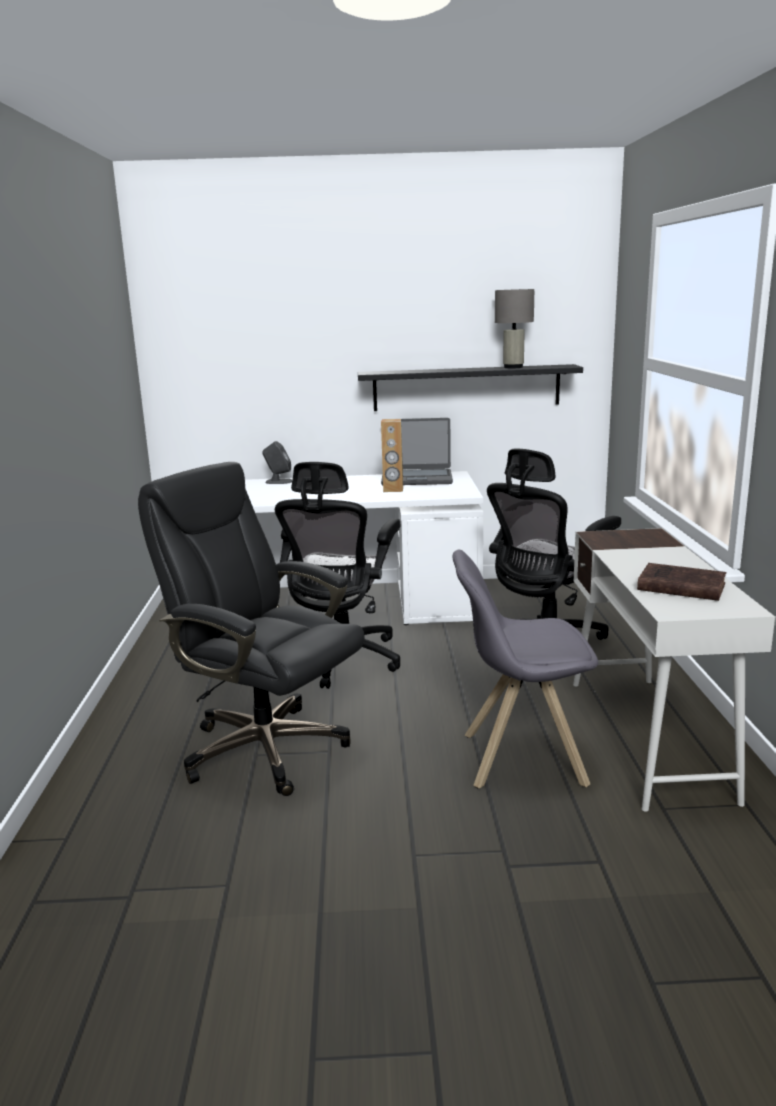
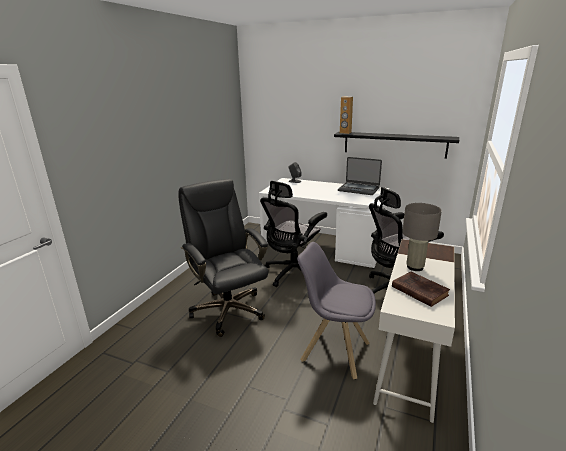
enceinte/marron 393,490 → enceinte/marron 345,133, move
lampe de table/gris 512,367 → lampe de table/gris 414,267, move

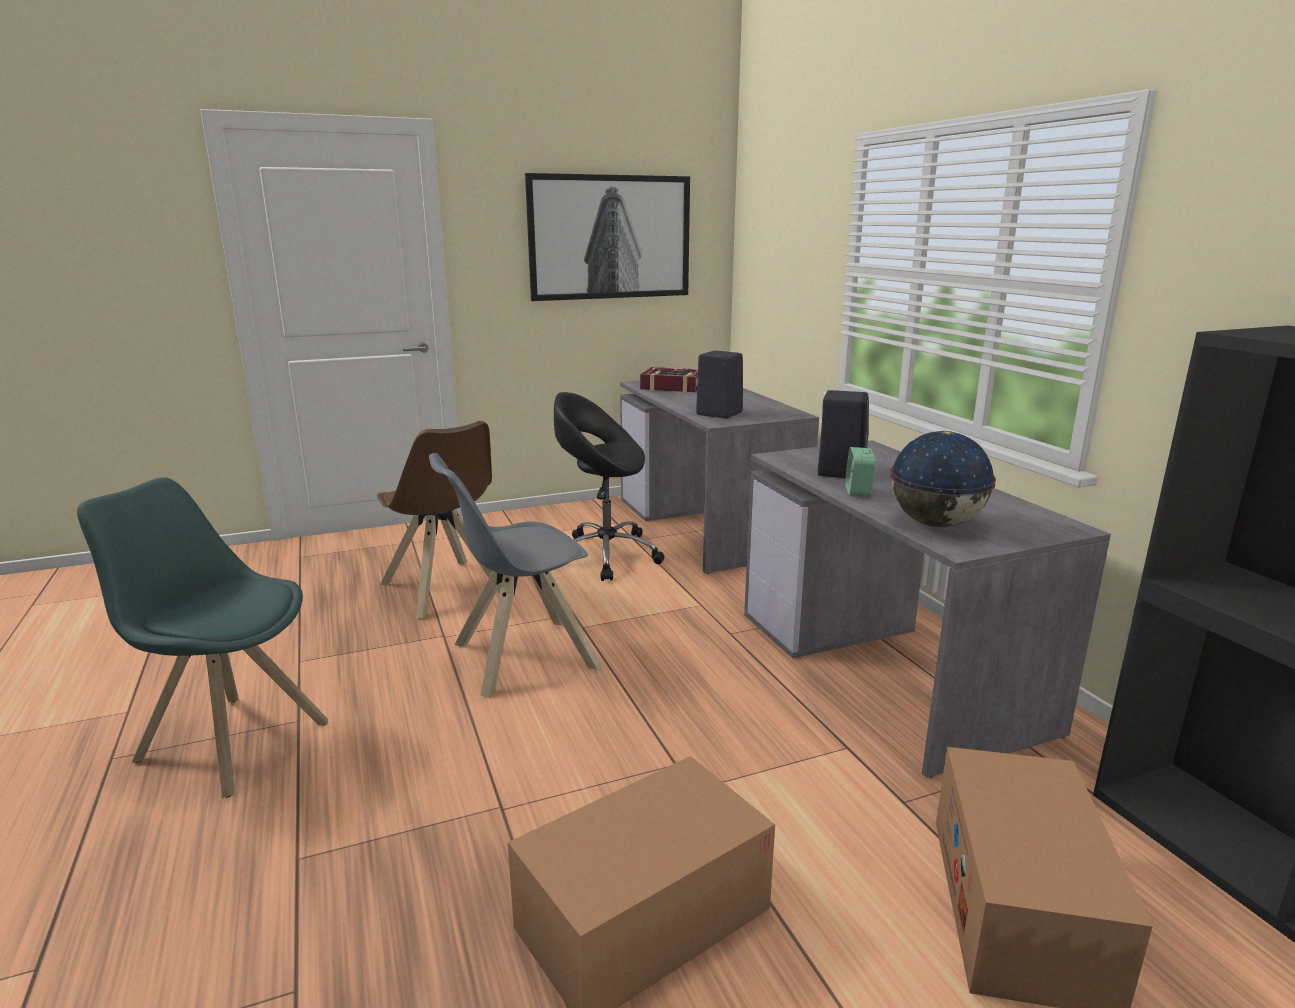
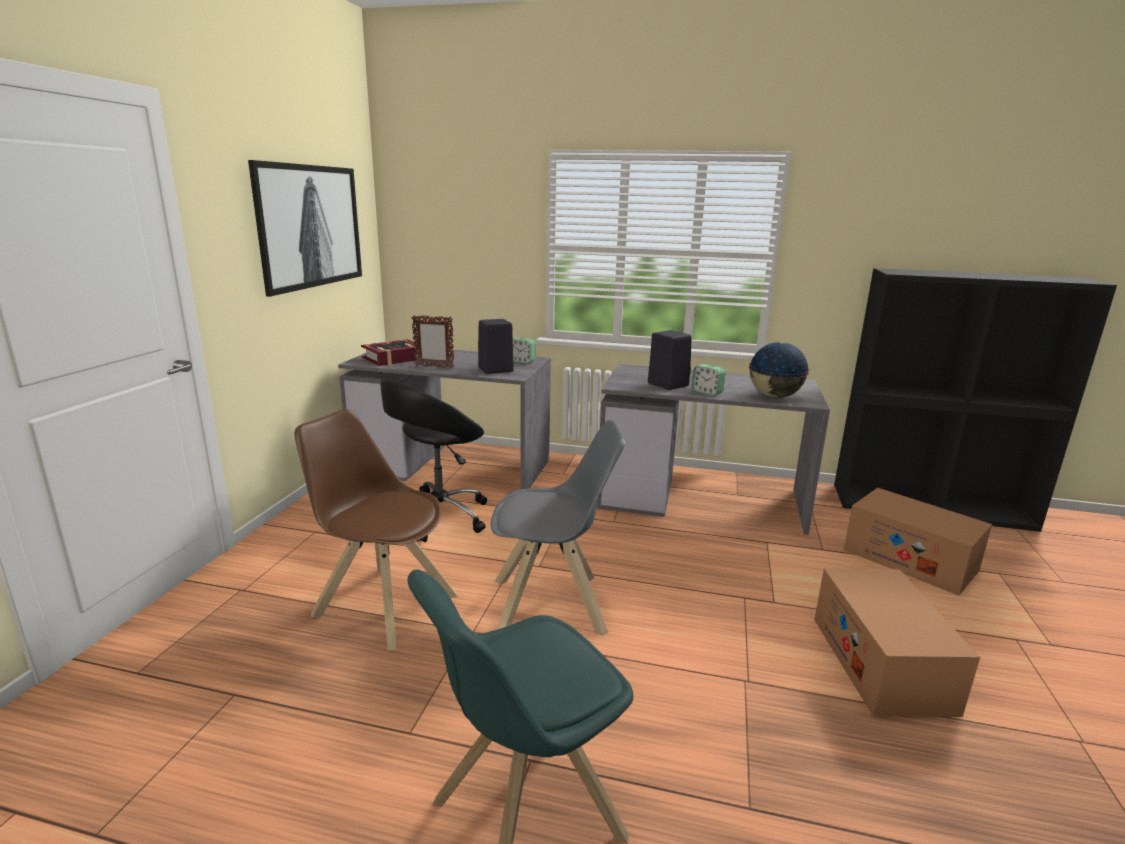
chaise/marron 445,590 → chaise/marron 383,604, 150 degrees counterclockwise
- → cadre photo 434,367
chaise/gris 521,657 → chaise/gris 552,606, 105 degrees counterclockwise
- → réveil 521,361

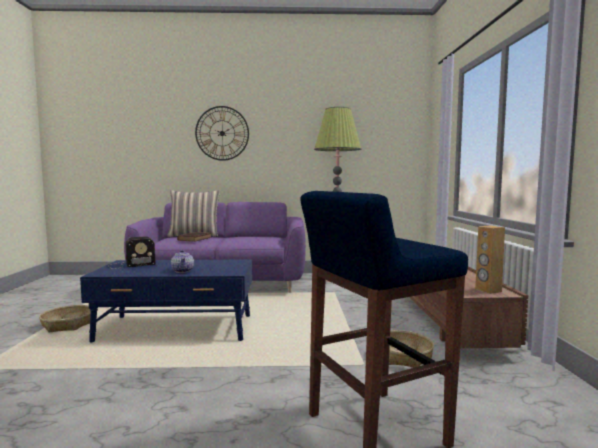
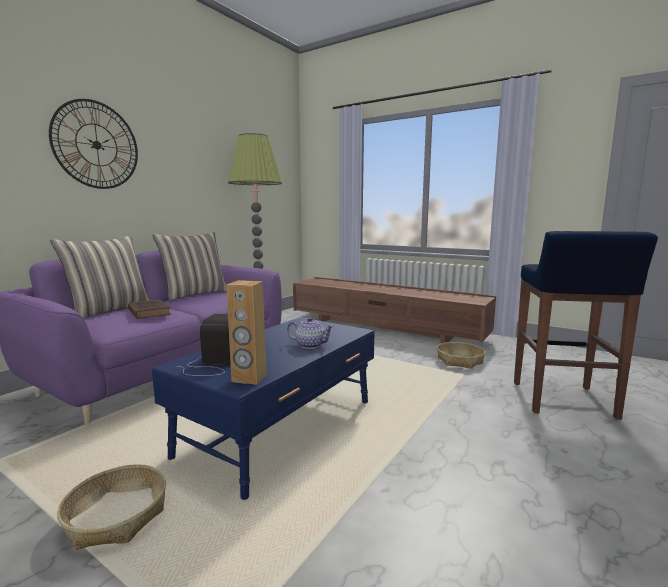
- → coussin 195,294
enceinte/marron 488,290 → enceinte/marron 249,378, move

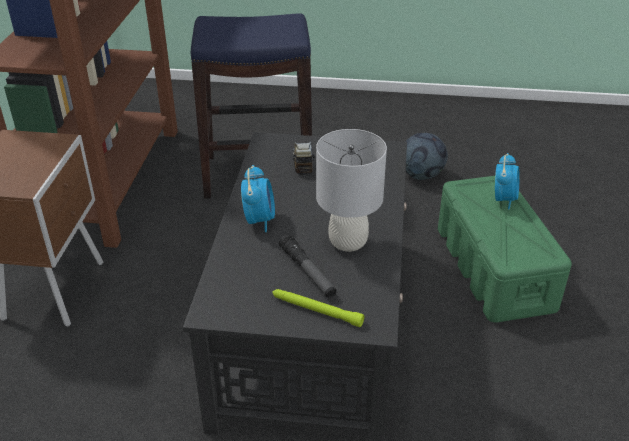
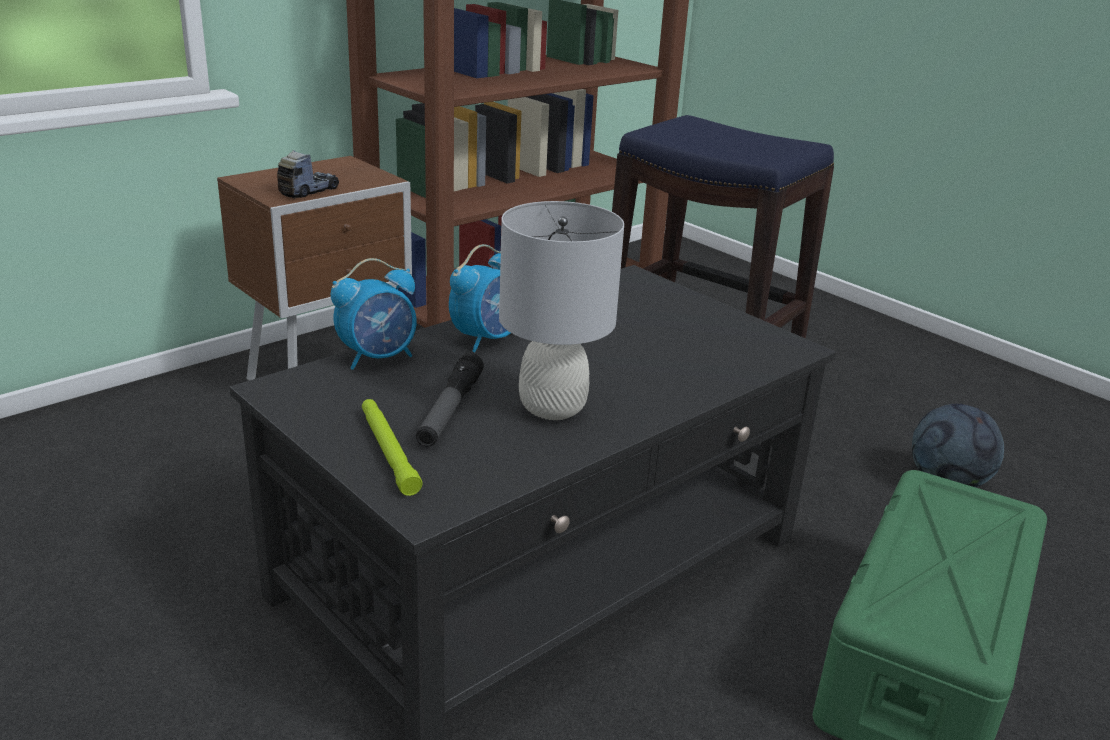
camion jouet 302,164 → camion jouet 308,191, move
réveil 504,199 → réveil 378,357, move

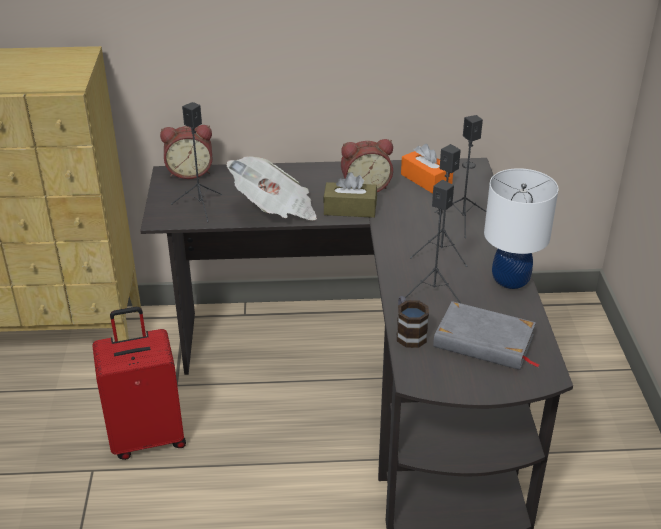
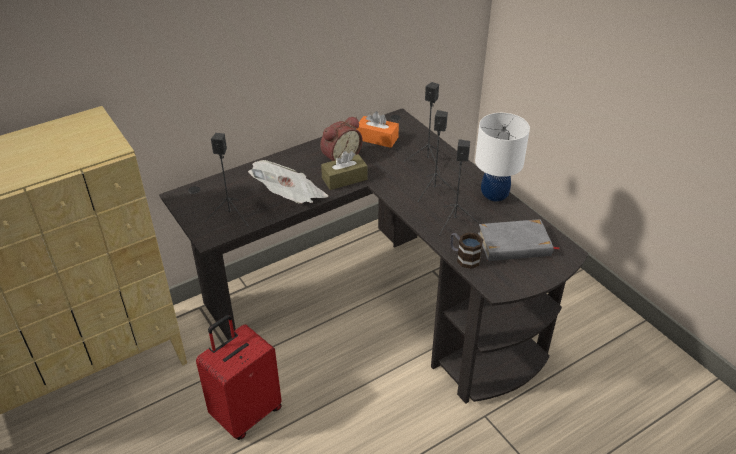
réveil 190,172 → -

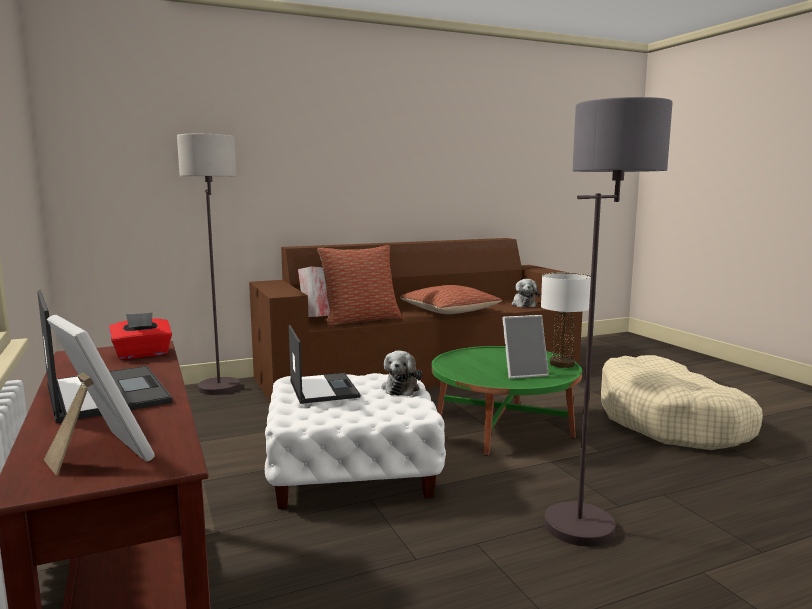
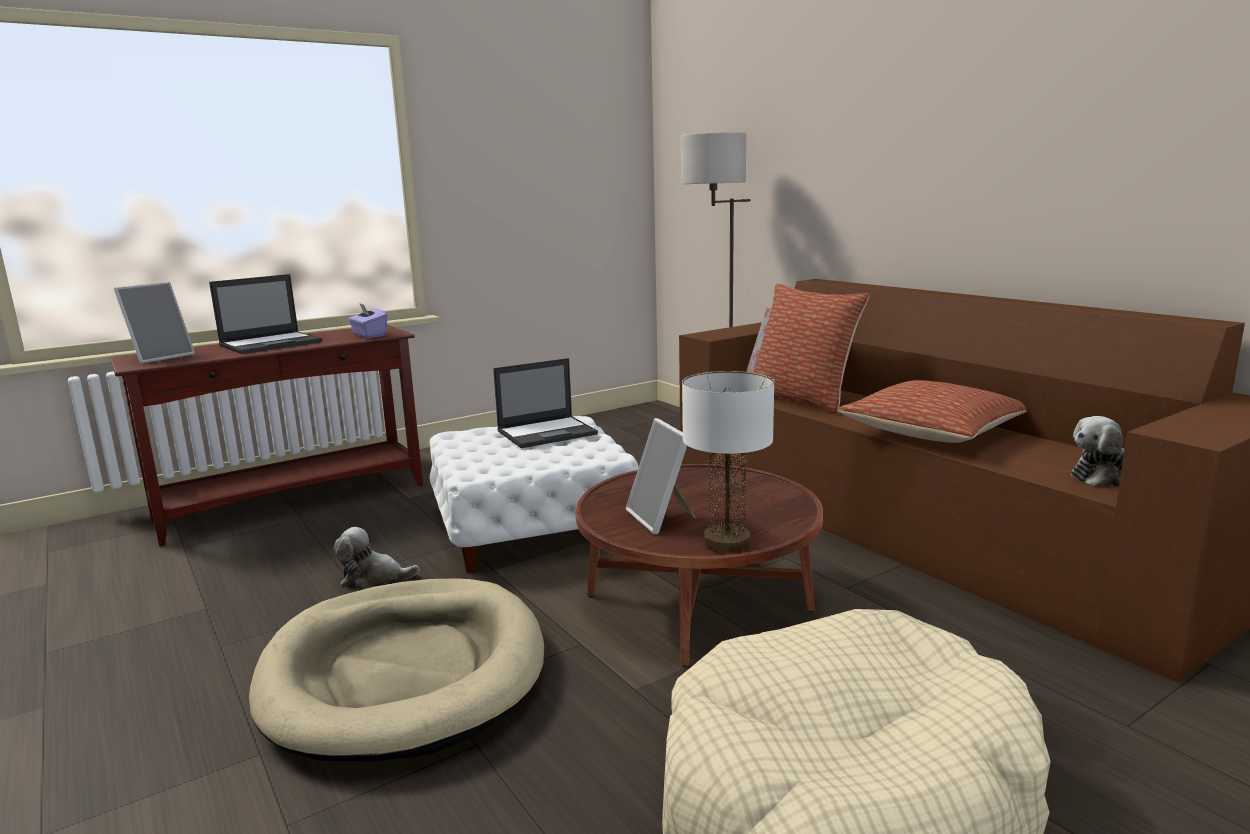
lampadaire/gris 590,519 → panier pour chien/beige 404,672
peluche 401,388 → peluche 373,578, move
boîte à mouchoirs/rouge 142,354 → boîte à mouchoirs/violet 369,335
table basse/vert 503,427 → table basse/marron 698,602

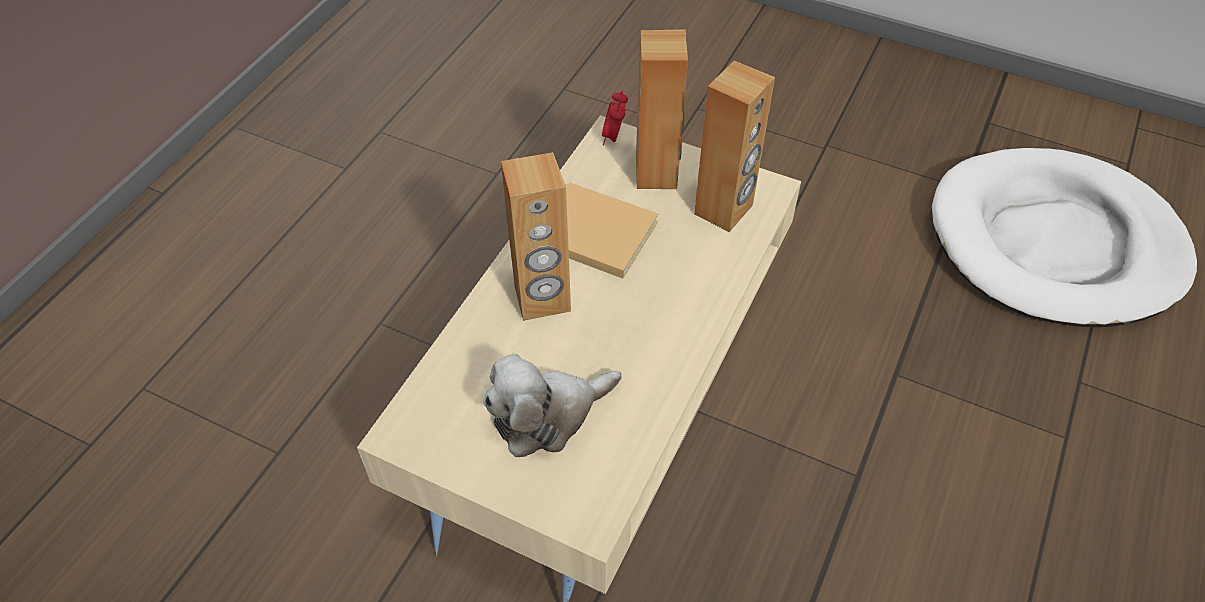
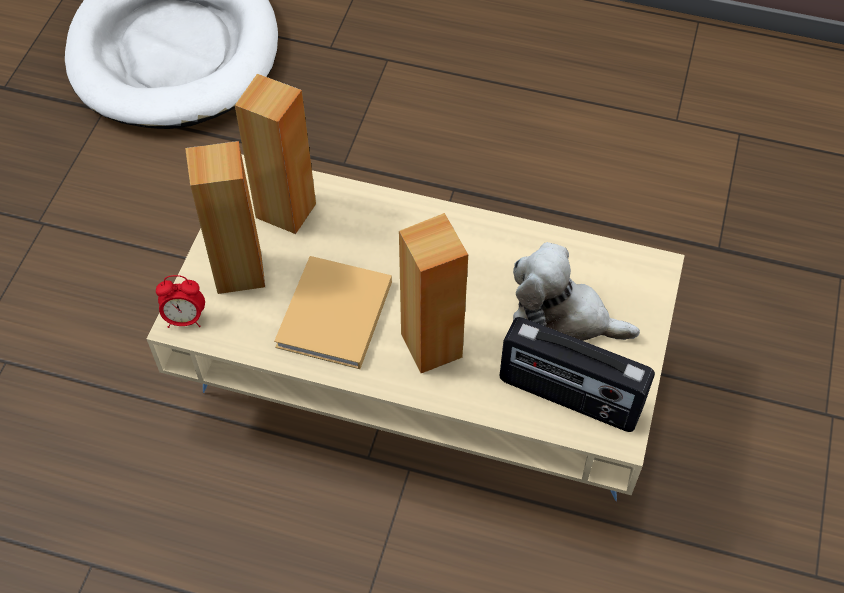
- → radio 569,397
peluche 548,415 → peluche 563,316, 150 degrees clockwise

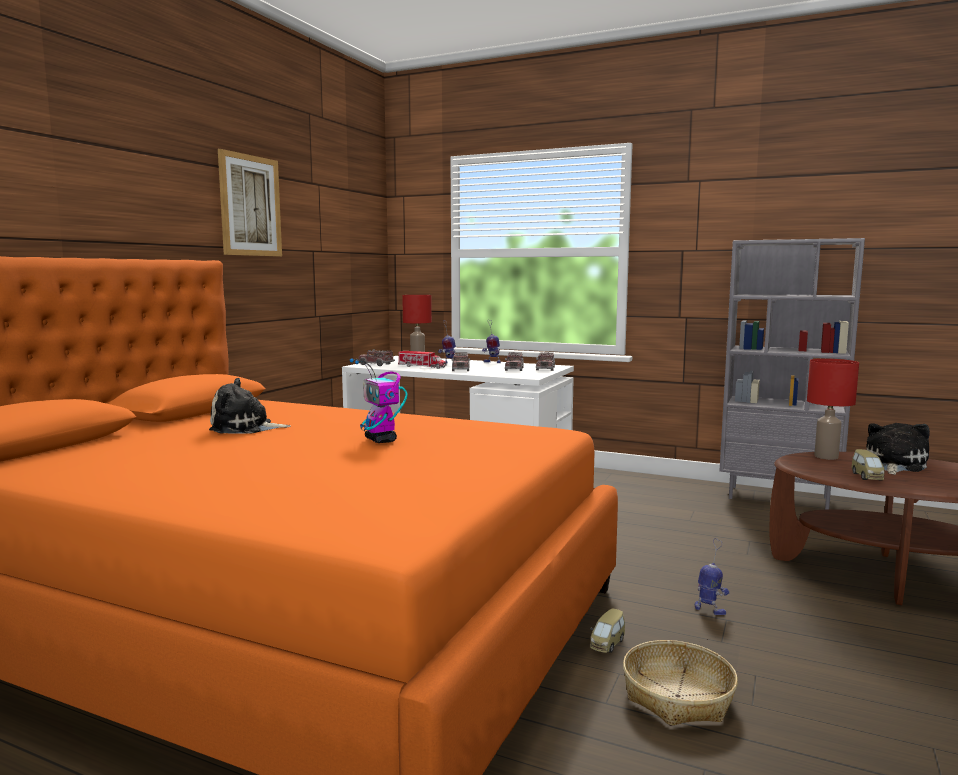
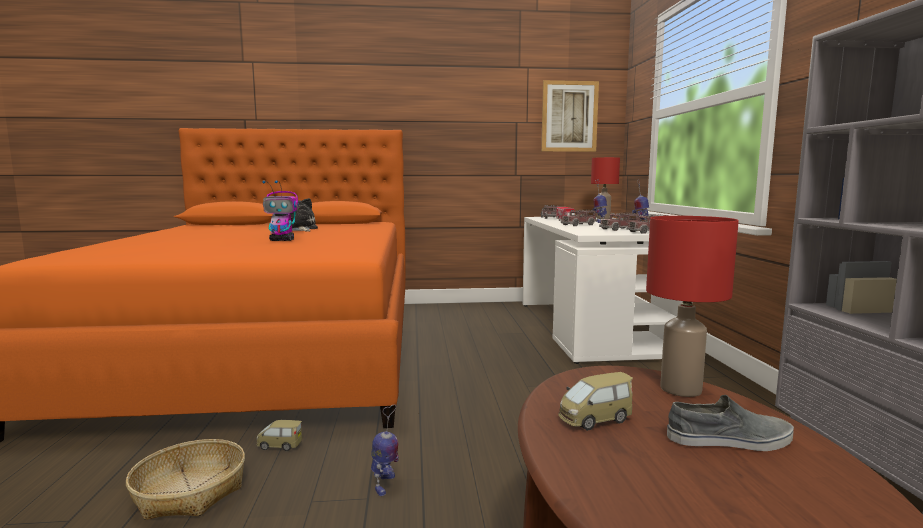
robot jouet 381,440 → robot jouet 282,240, 120 degrees counterclockwise
tableau 250,206 → tableau 569,116, move
peluche 893,465 → chaussure/gris 730,440

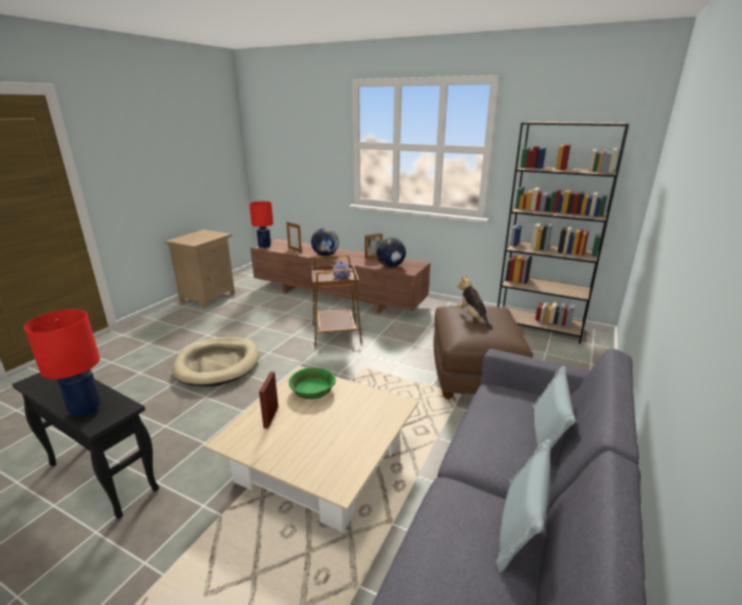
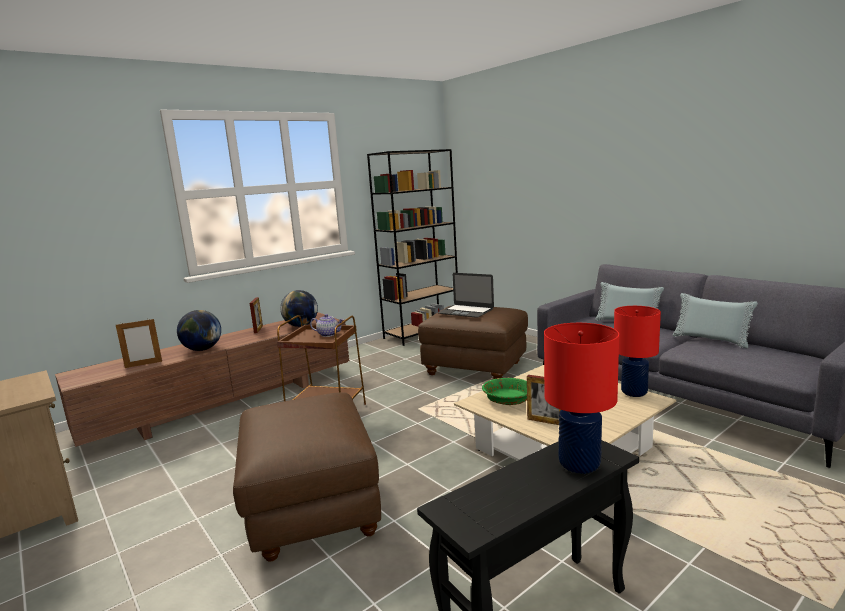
panier pour chien/beige 218,364 → pouf/marron 311,508
peluche 472,317 → ordinateur portable 466,311
lampe de table/rouge 264,247 → lampe de table/rouge 634,394, move

